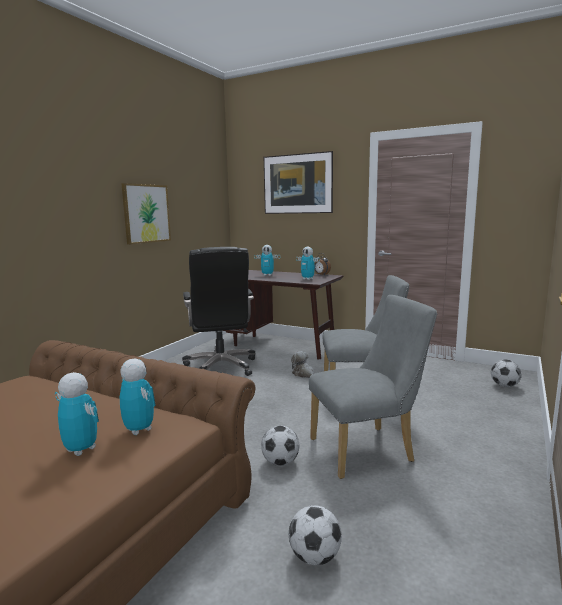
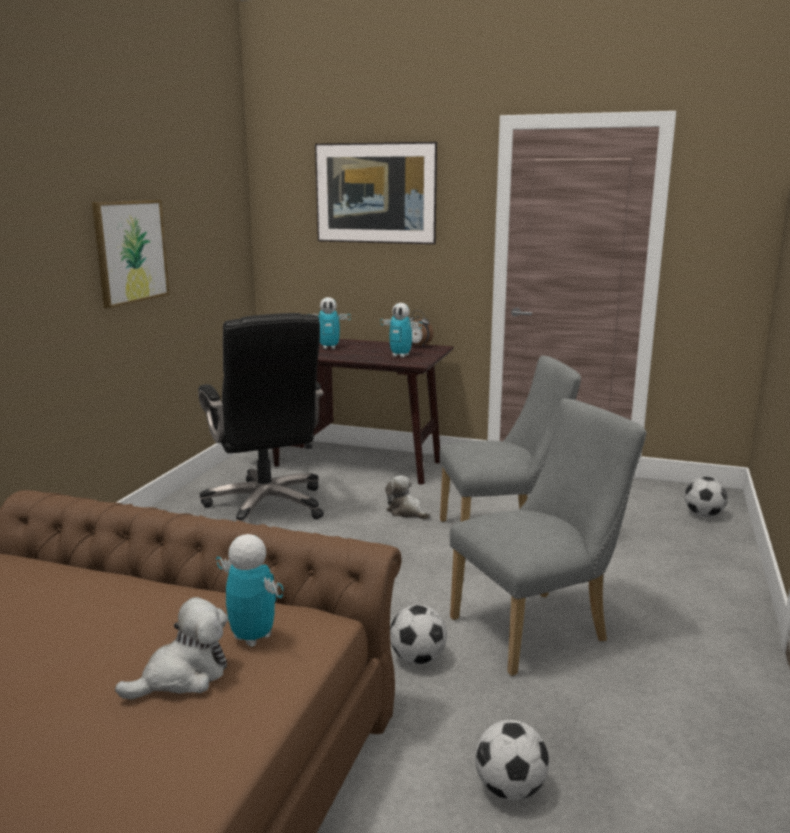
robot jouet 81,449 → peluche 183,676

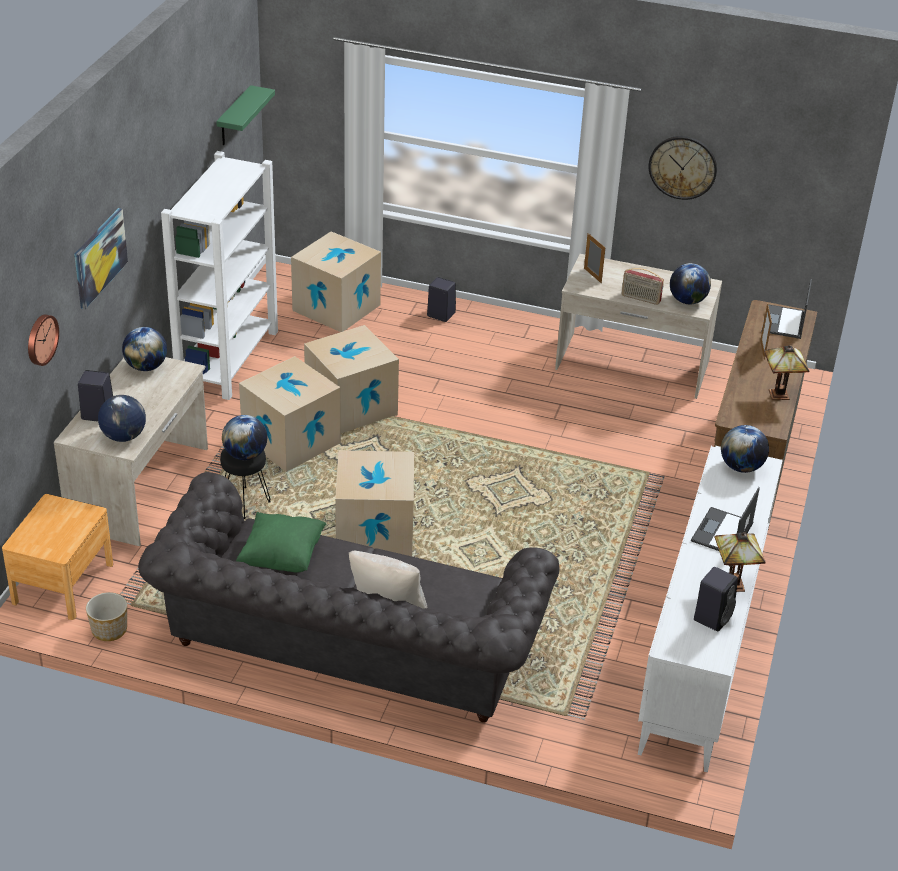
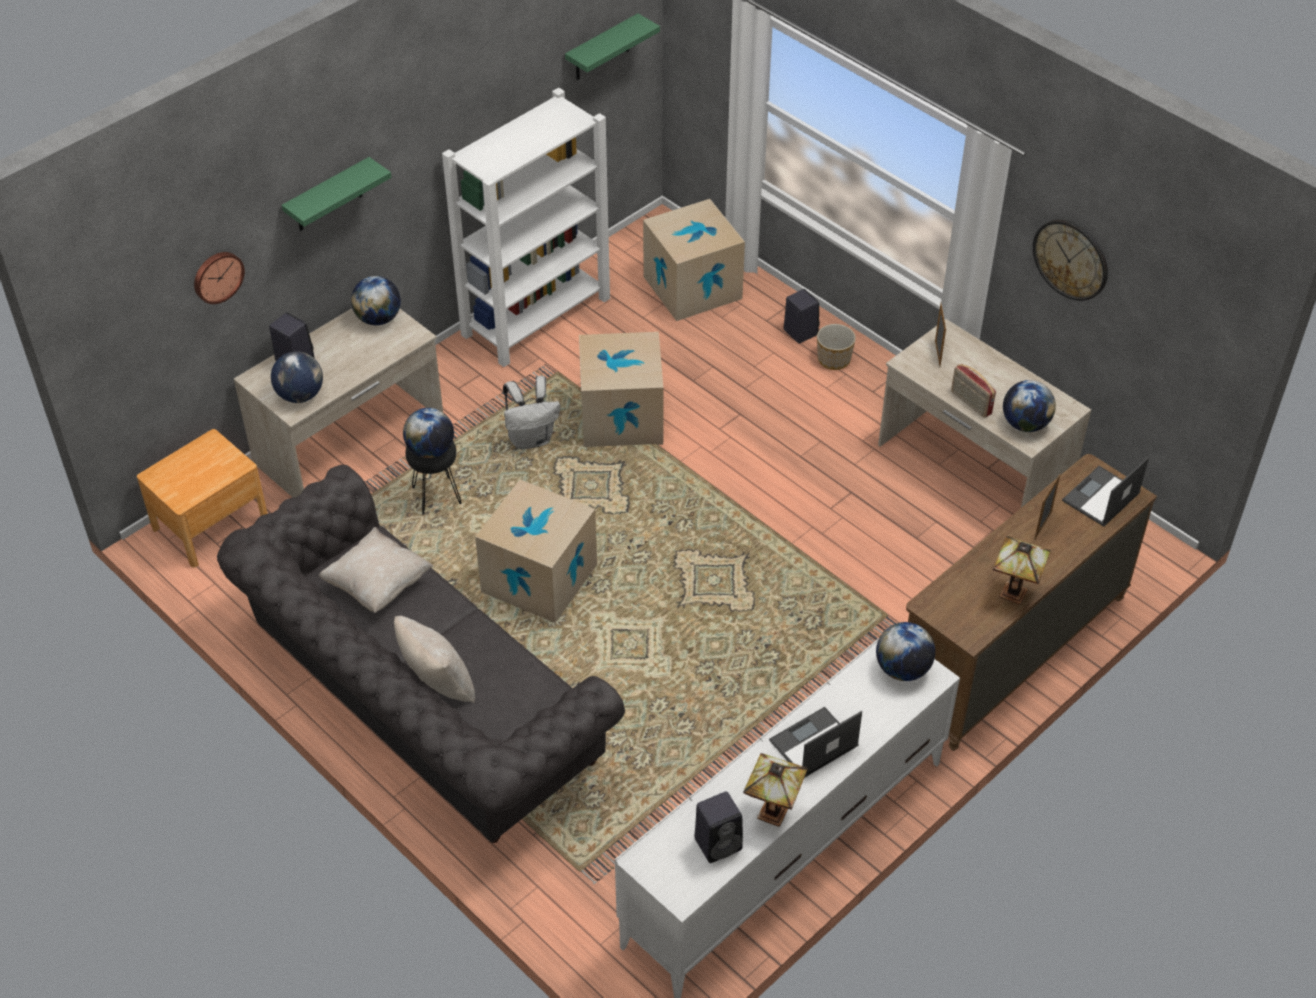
tableau 99,257 → étagère/vert 328,196
coussin/vert 282,557 → coussin/beige 378,585
carton 291,441 → sac à dos/blanc 531,439
cache-pot 109,630 → cache-pot 833,360, move

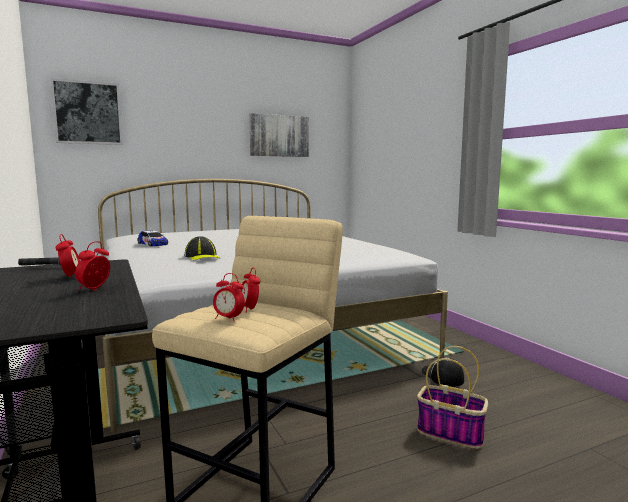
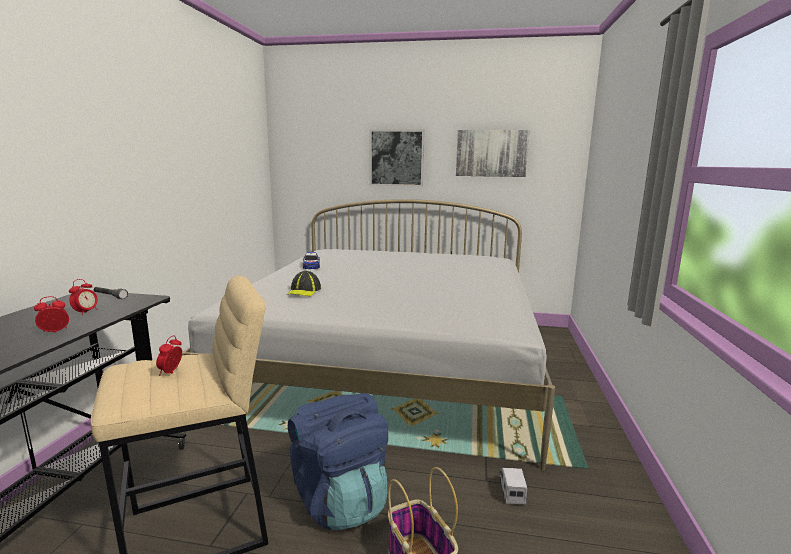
- → sac à dos/bleu 340,500
tableau 88,113 → tableau 396,158, move
casquette 442,376 → camion jouet 512,491
réveil 229,318 → -

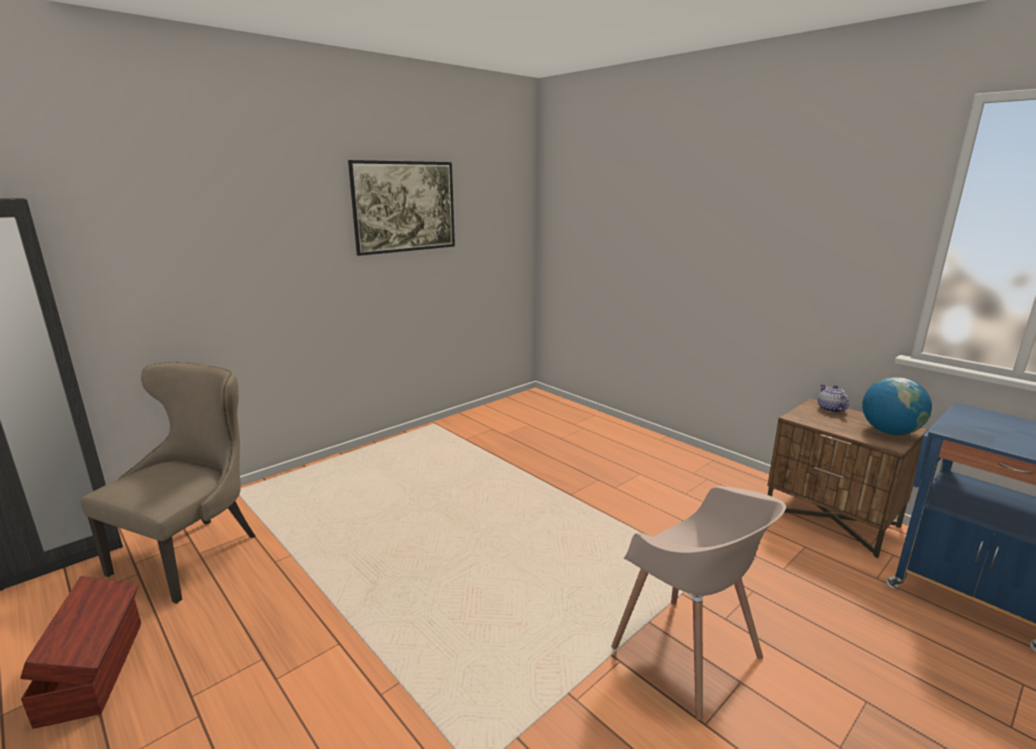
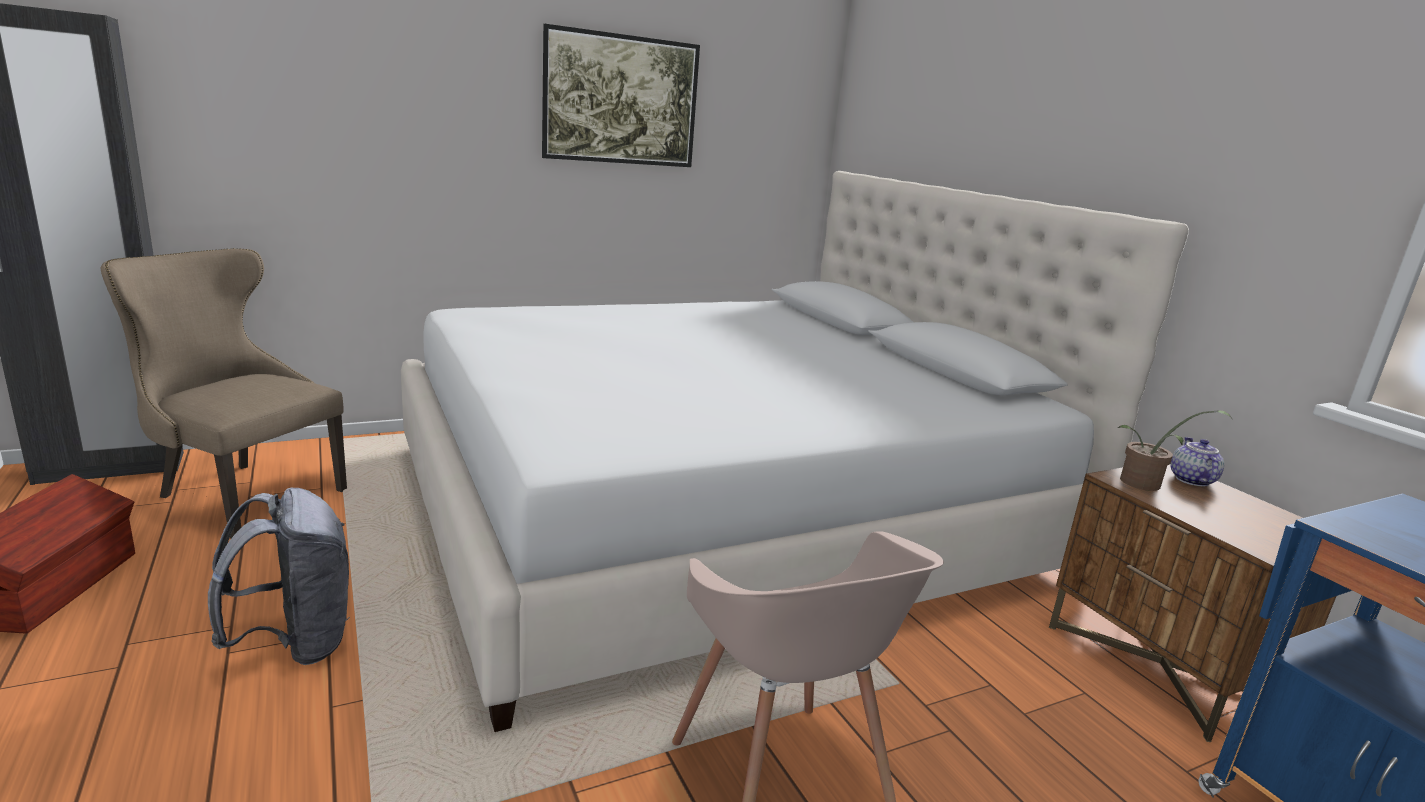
chaise/beige 193,553 → chaise/beige 243,494, 105 degrees counterclockwise
- → sac à dos/gris 295,643
- → lit/blanc 718,510
- → plante en pot 1146,485
globe 889,432 → -

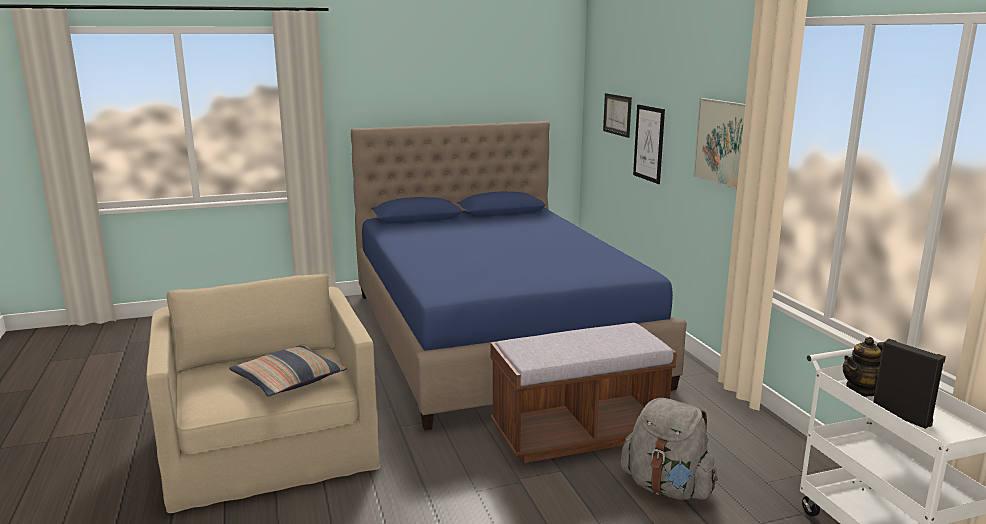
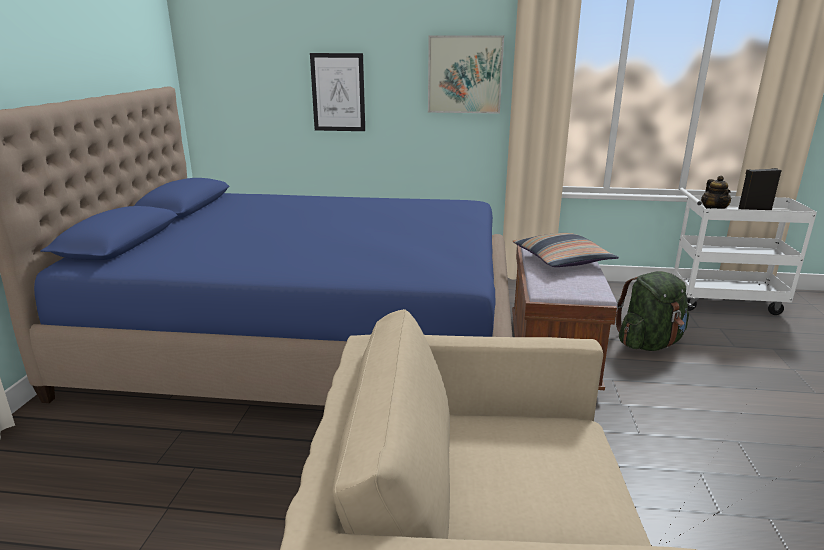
coussin 288,380 → coussin 562,260, move
sac à dos/gris 667,488 → sac à dos/vert 649,343
tableau 617,114 → -

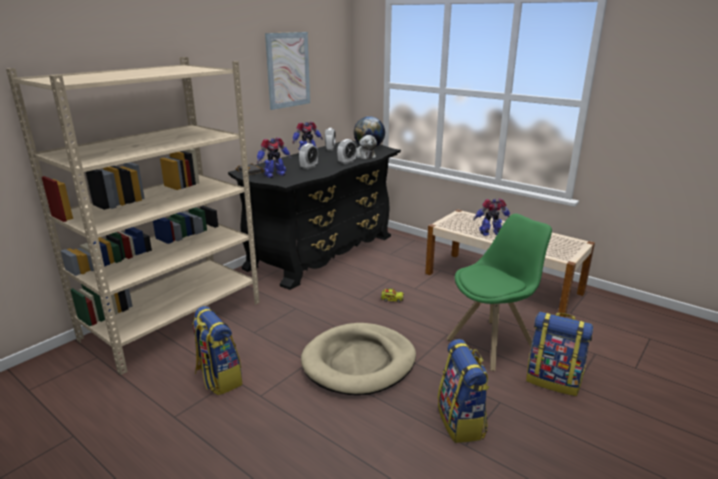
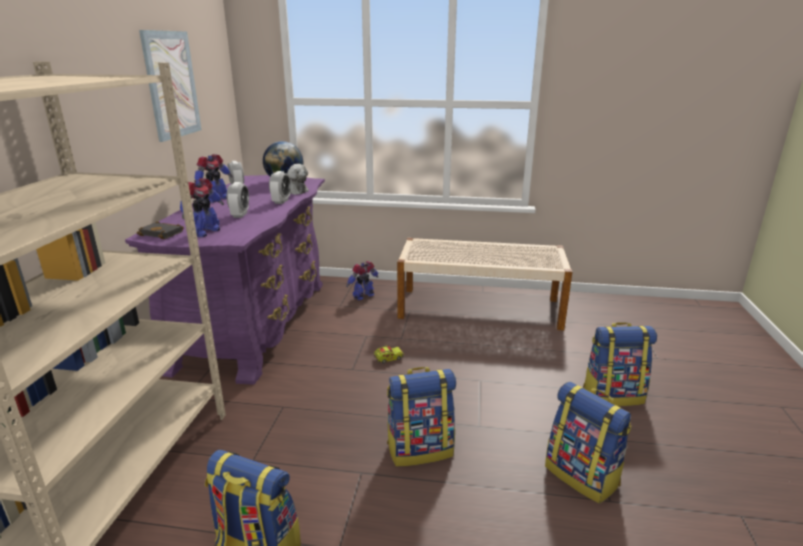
commode/noir 324,252 → commode/violet 258,323
robot jouet 491,233 → robot jouet 364,296, move
panier pour chien/beige 359,362 → sac à dos 420,449
chaise/vert 491,343 → -

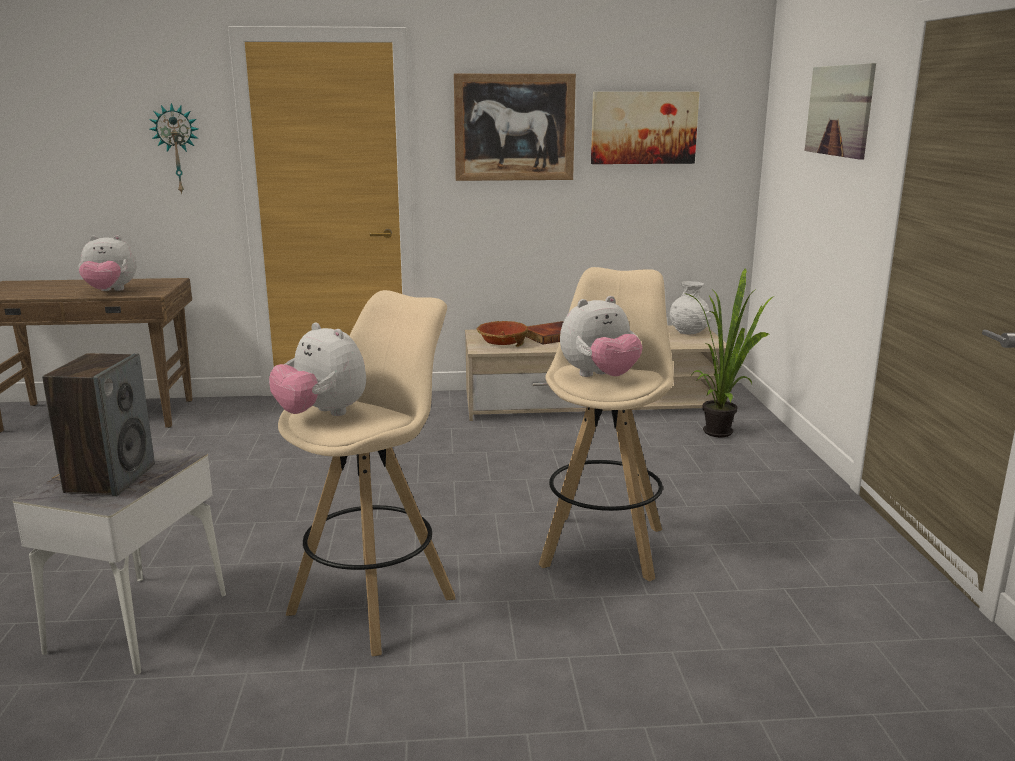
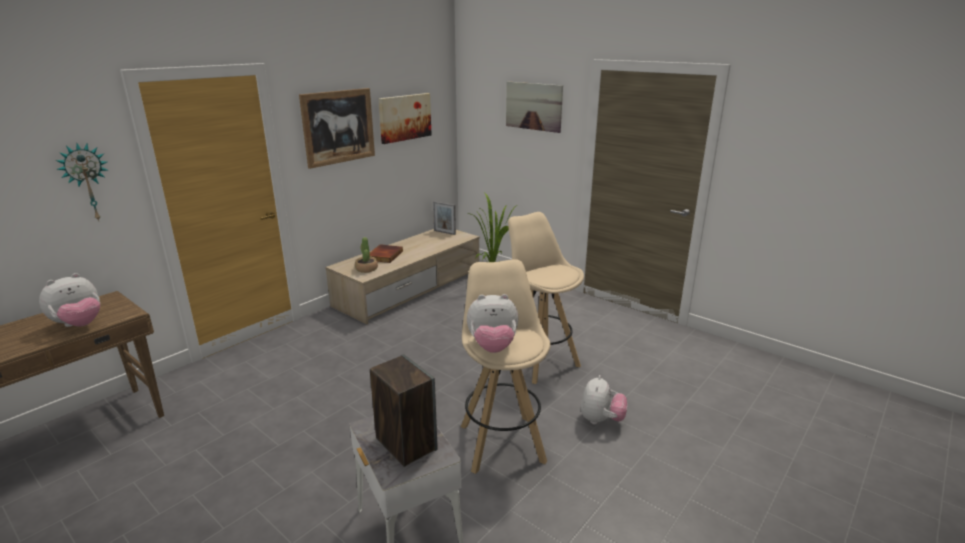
bol 502,343 → plante en pot 366,269
vase/blanc 689,332 → cadre photo 444,232
peluche 599,377 → peluche 601,420, move

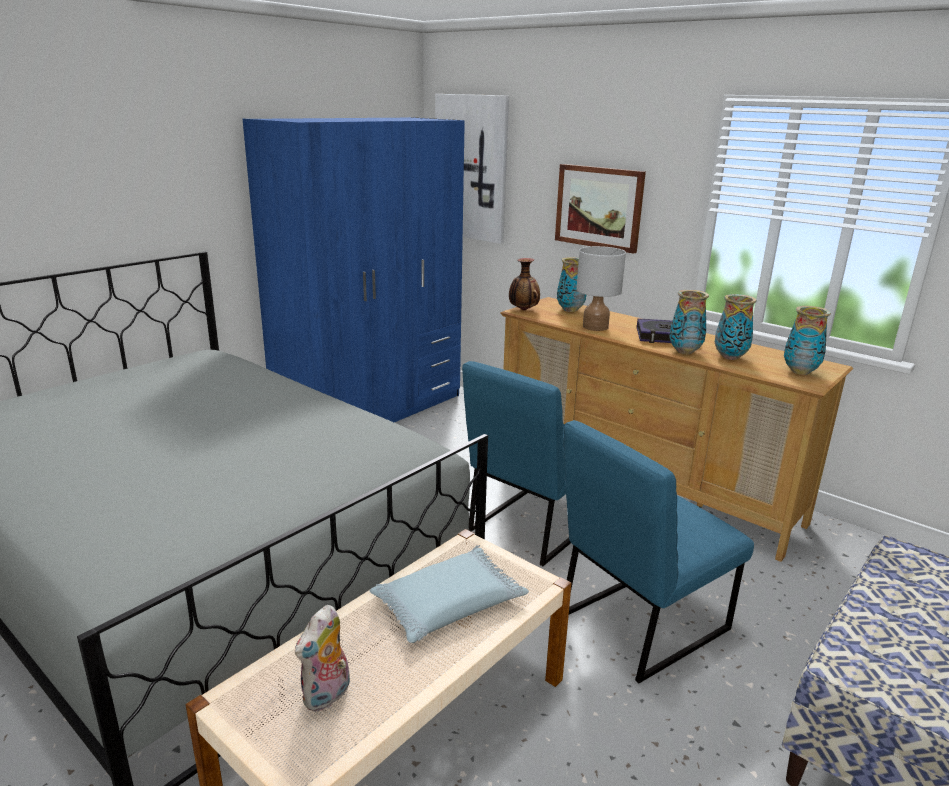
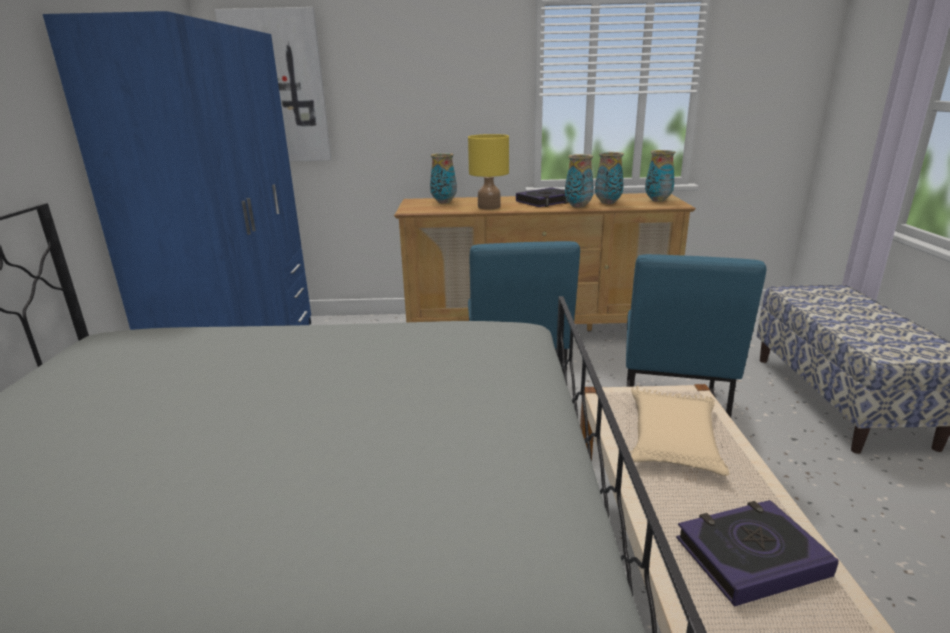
lampe de table/gris 596,327 → lampe de table/jaune 489,207
coussin/bleu 448,600 → coussin/beige 673,437
peluche 327,696 → livre 750,556
vase 523,310 → -
tableau 599,207 → -

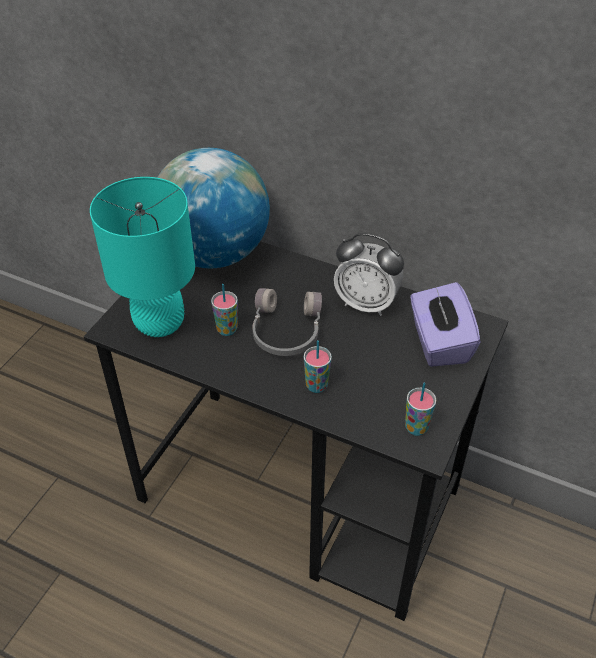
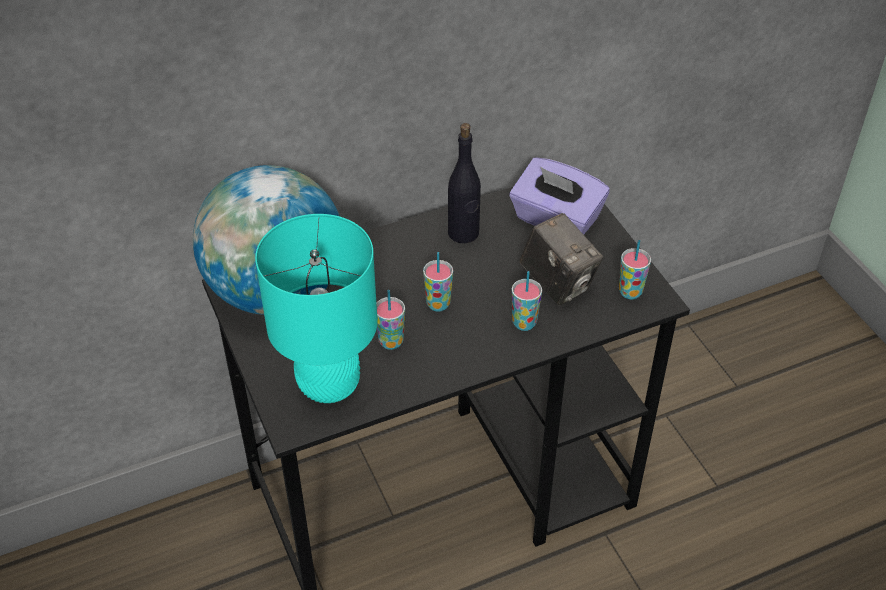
casque audio/gris 285,331 → tasse 438,304
réveil 366,303 → bouteille/noir 463,233
- → appareil photo 558,283

